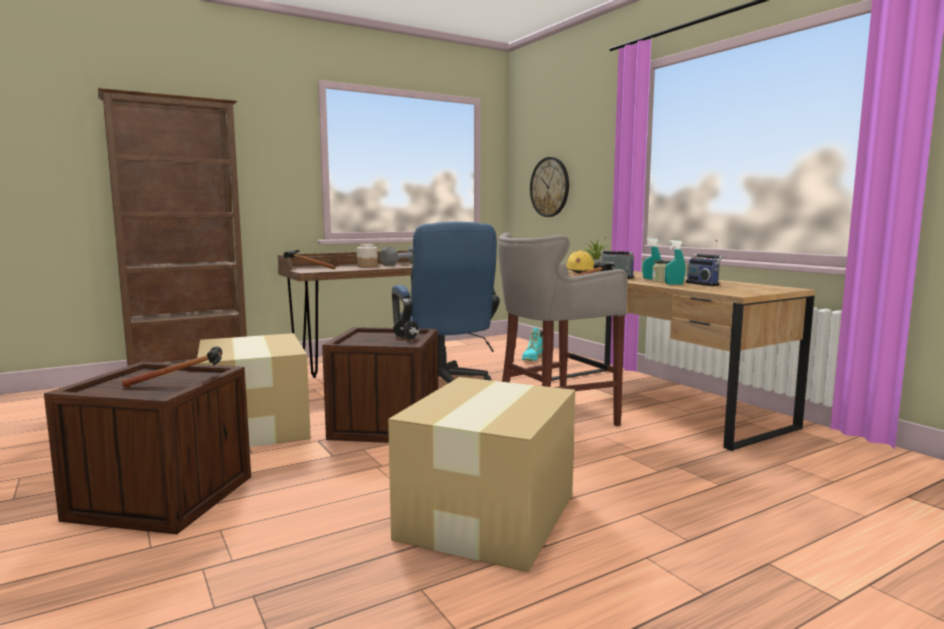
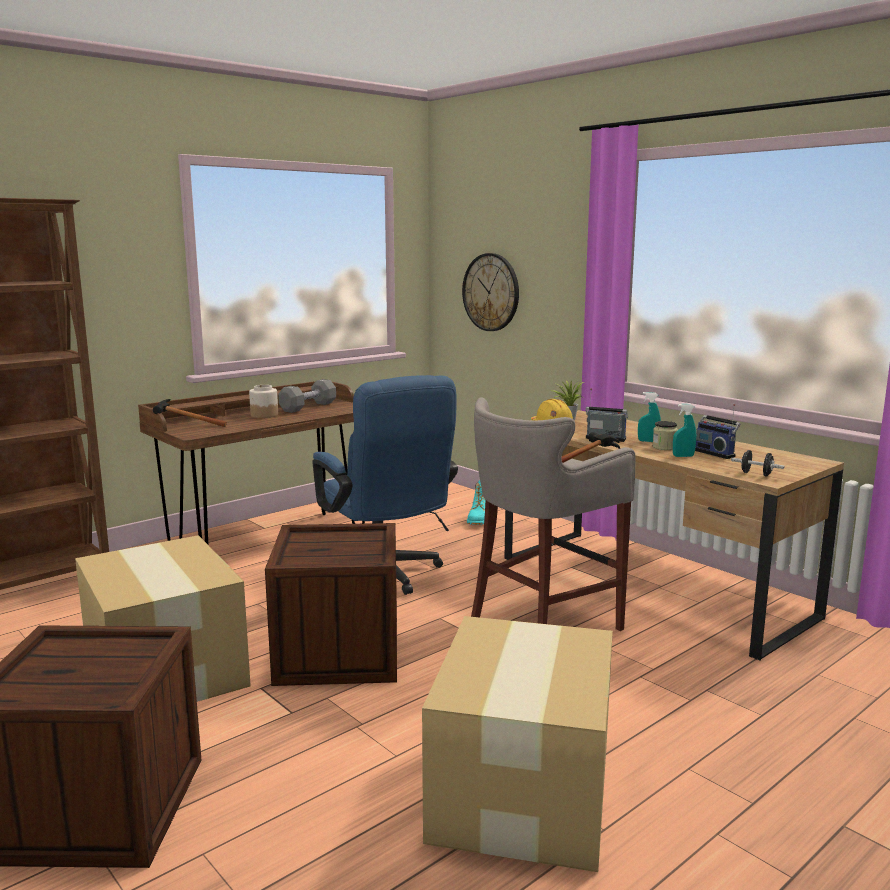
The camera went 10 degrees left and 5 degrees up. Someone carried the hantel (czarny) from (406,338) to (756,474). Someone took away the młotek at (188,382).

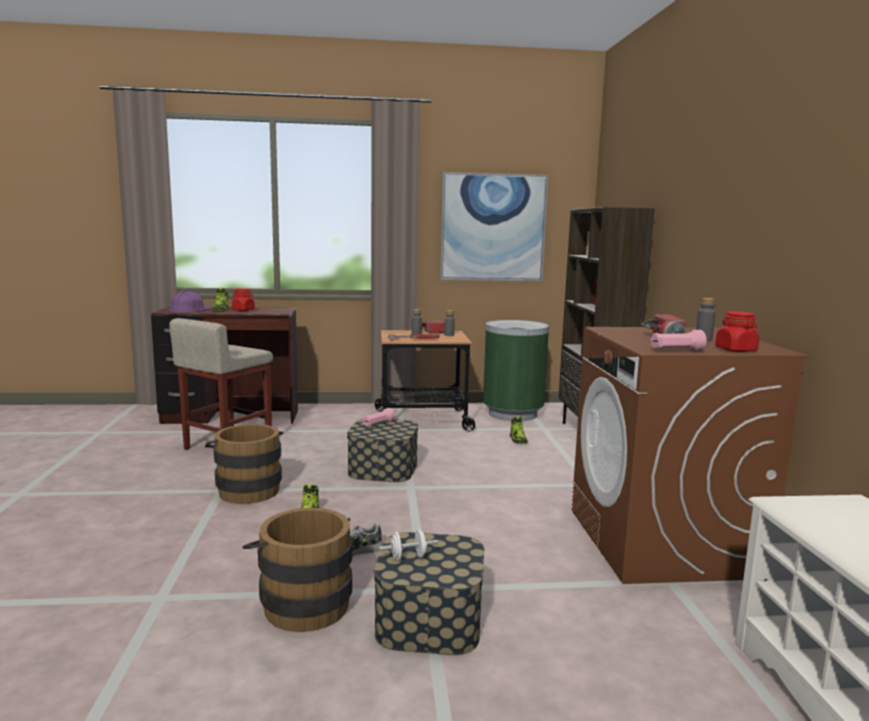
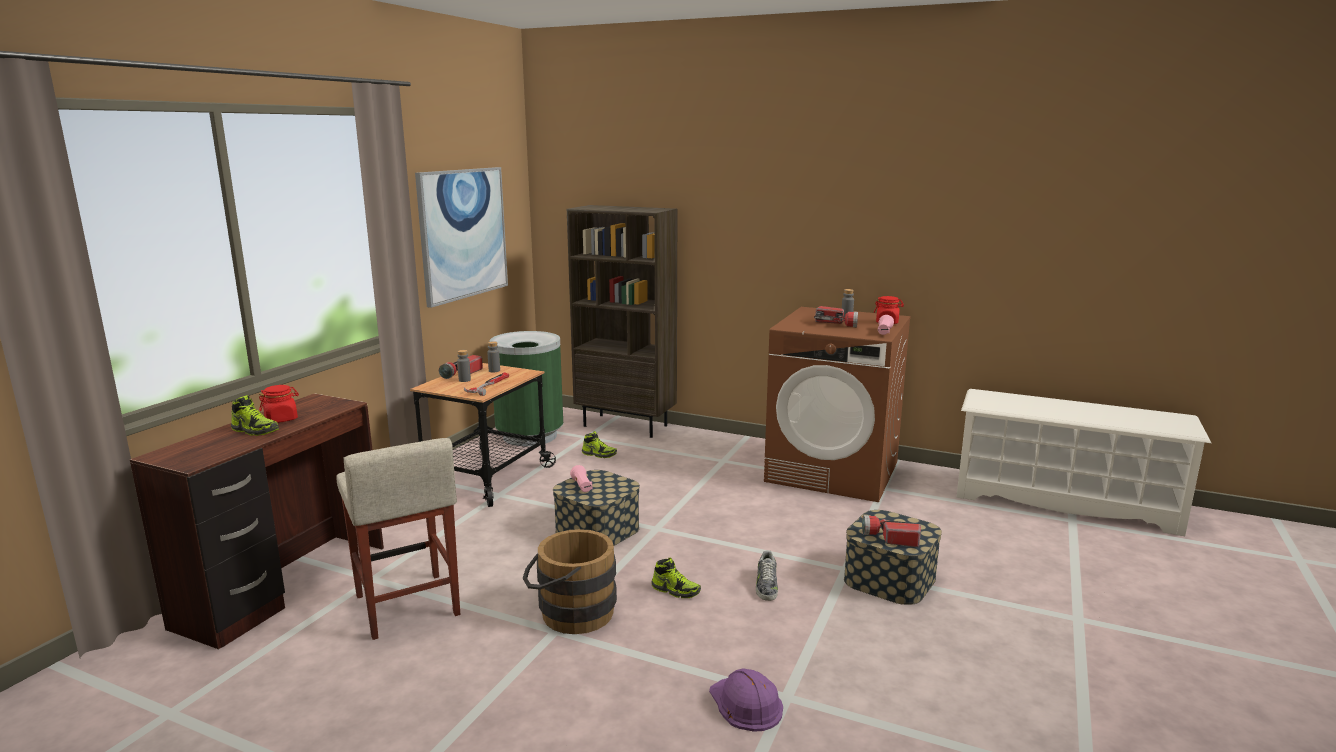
The camera went 60 degrees left and 5 degrees up. Someone carried the kask (fioletowy) from (190,310) to (745,704). Someone took away the wiadro (brązowy) at (302,602). Someone swapped the hantel (biały) at (408,557) for the latarka at (890,538).

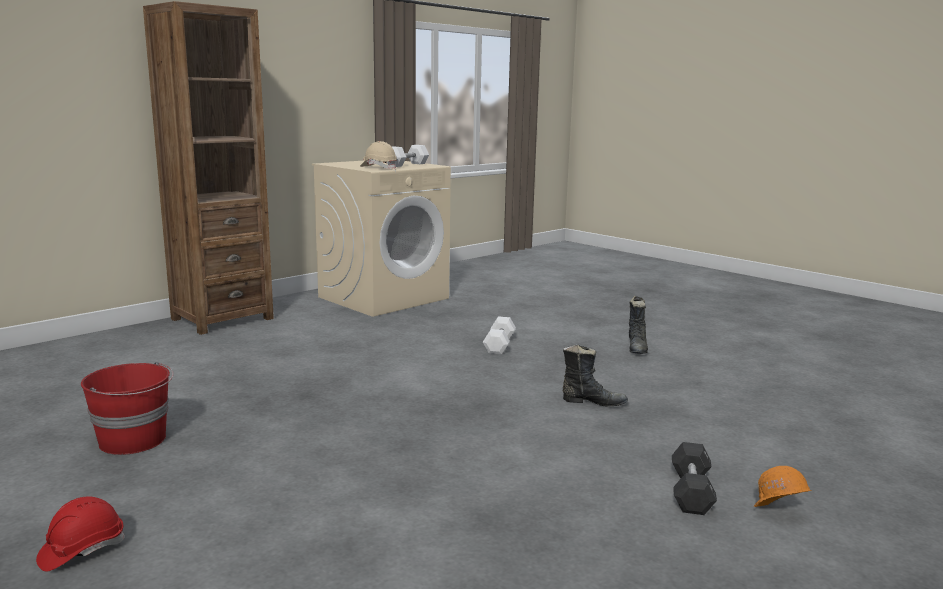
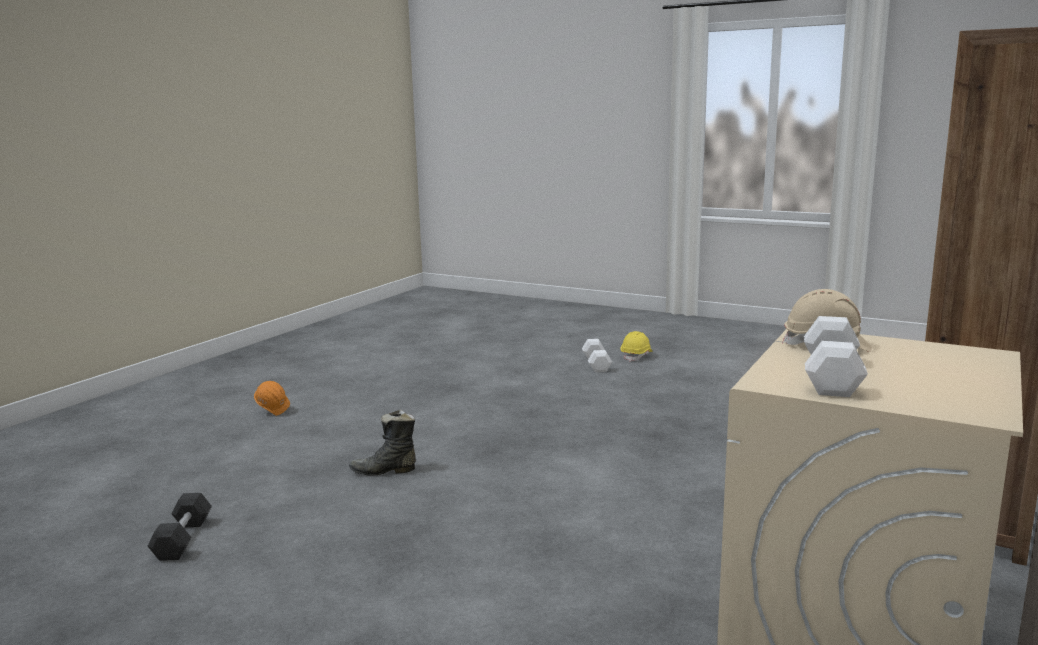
The camera went 165 degrees right and 0 degrees up. Someone took away the but z cholewką (czarny) at (637,348). Someone carried the hantel (biały) from (499,345) to (596,364). Someone took away the wiadro (czerwony) at (134,440). Someone carried the hantel (czarny) from (691,492) to (183,539). Someone repainted the kask (czerwony) at (82,550), which became the kask (żółty) at (636,356).

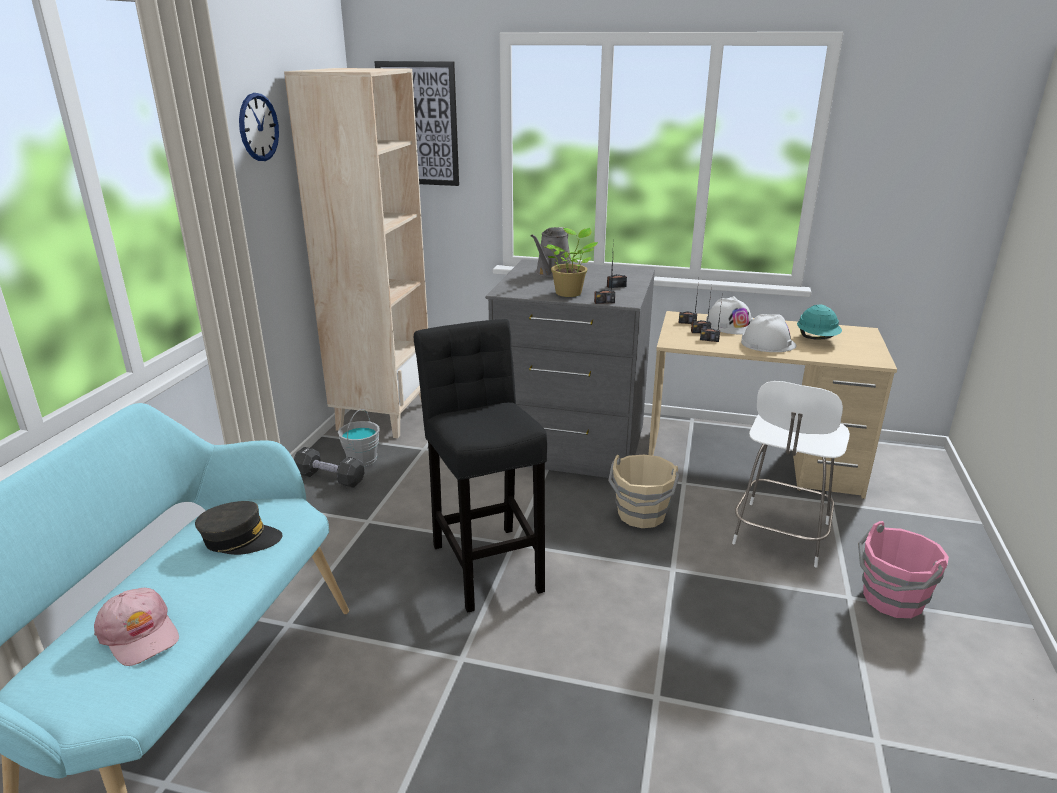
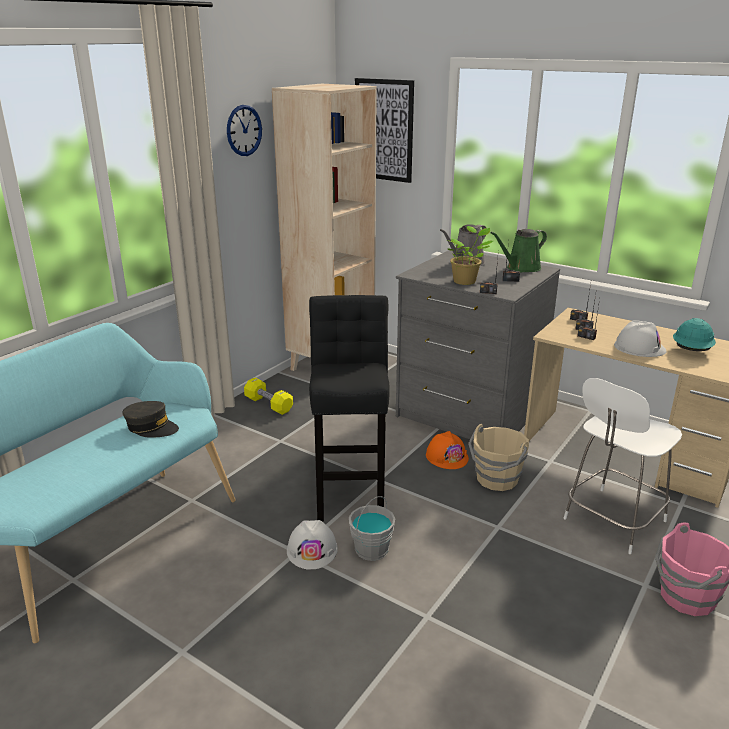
The camera went 20 degrees right and 0 degrees up. Someone carried the kask (biały) from (729,325) to (312,550). Someone carried the wiadro (szary) from (361,459) to (371,549). Someone repainted the hantel (czarny) at (330,478), which became the hantel (żółty) at (268,404). Someone took away the czapka z daszkiem (różowy) at (139,634). Someone put down the konewka (zielony) at (521,268). Someone put down the kask (pomarańczowy) at (447,456).

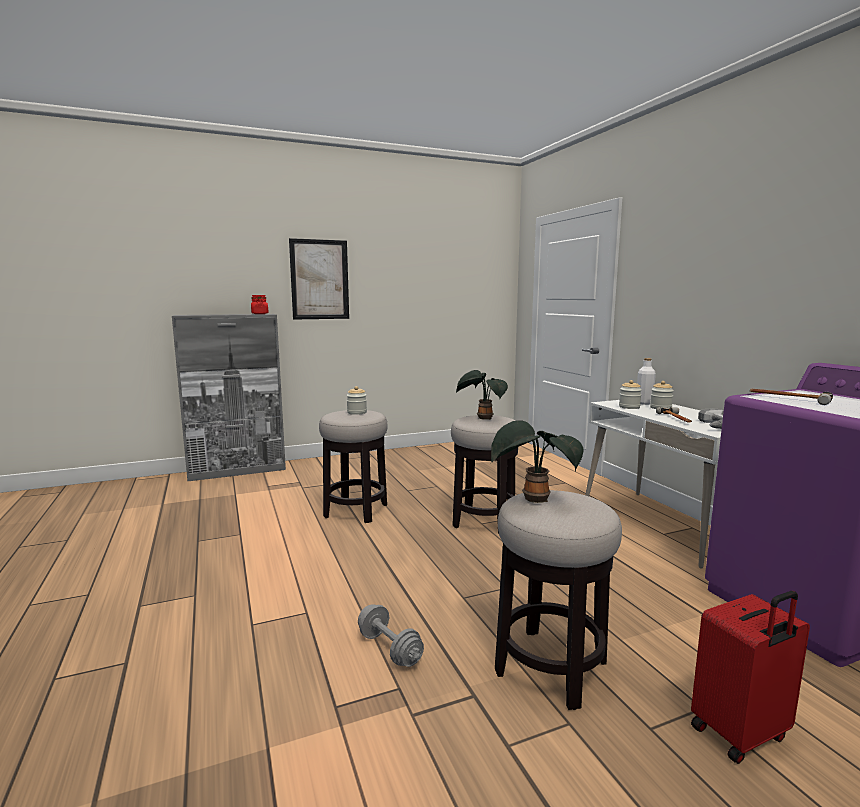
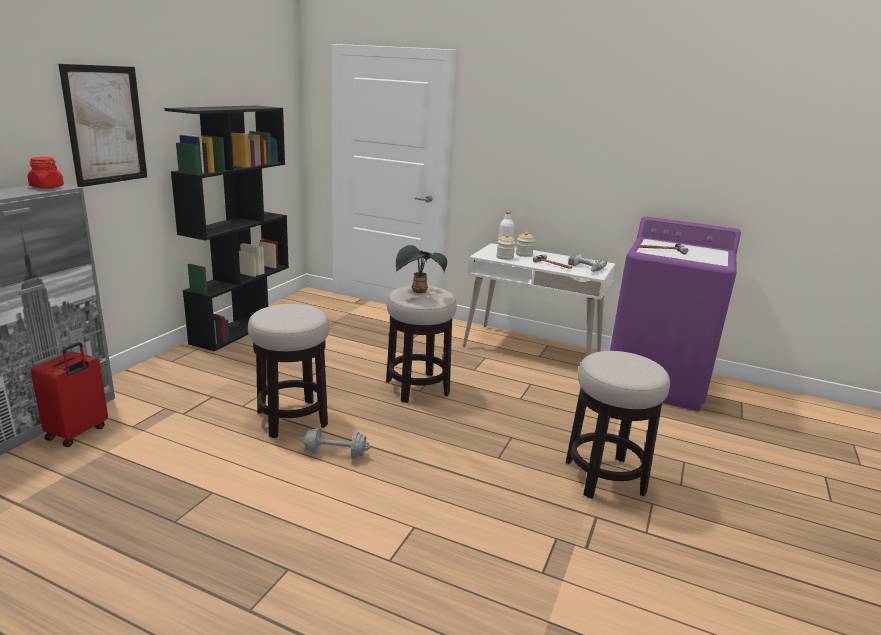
The camera went 45 degrees left and 10 degrees up. Someone took away the słoik at (357,412). Someone took away the roślina doniczkowa at (533,500). Someone carried the walizka (czerwony) from (741,734) to (78,433). Someone carried the hantel (szary) from (389,649) to (335,454). Someone put down the regał (czarny) at (242,327).

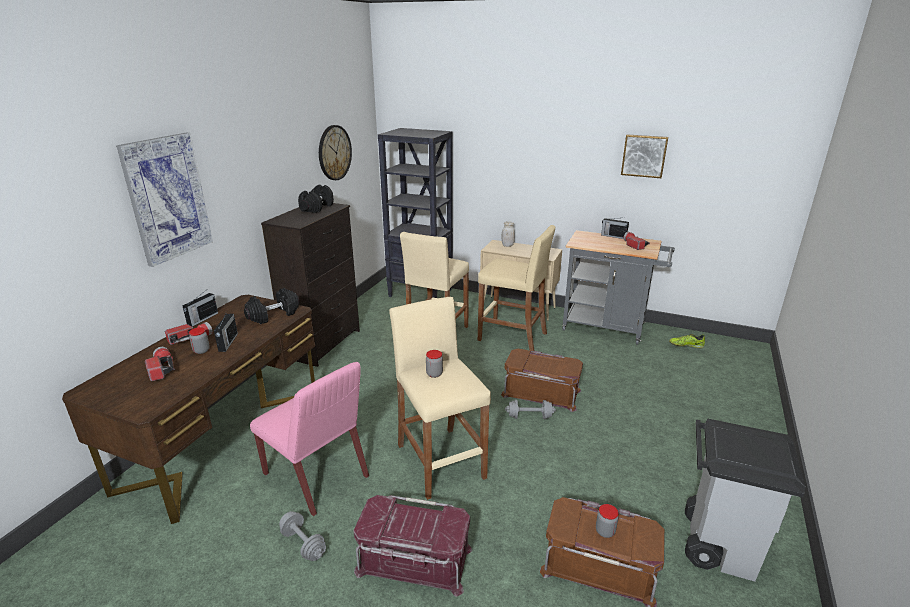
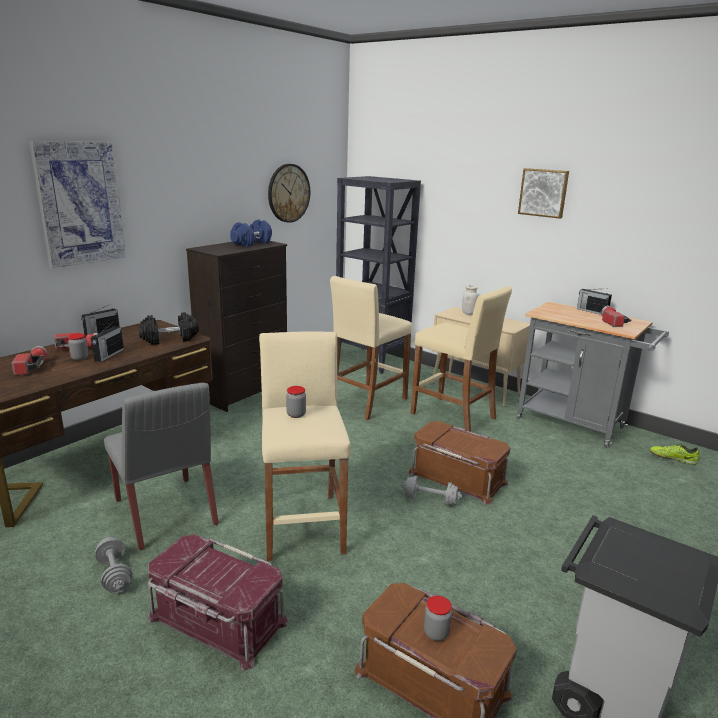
The camera went 15 degrees right and 5 degrees down. Someone carried the obraz from (644,156) to (543,193). Someone repainted the hantel (czarny) at (317,208), which became the hantel (niebieski) at (251,243). Someone repainted the krzesło (różowy) at (317,476), which became the krzesło (szary) at (166,513).

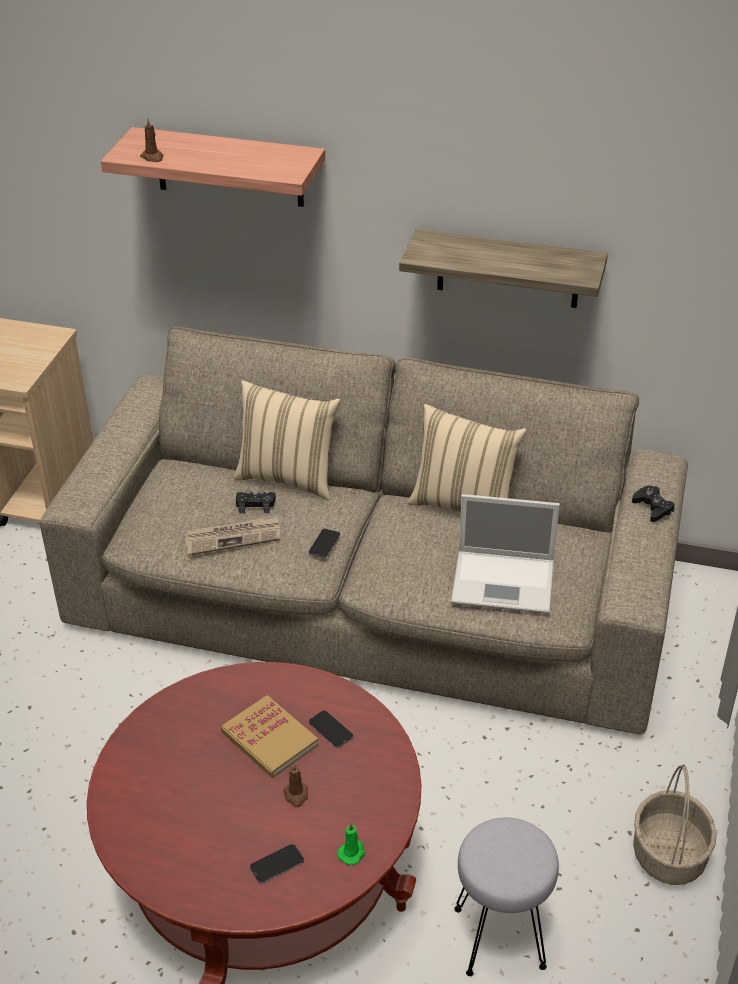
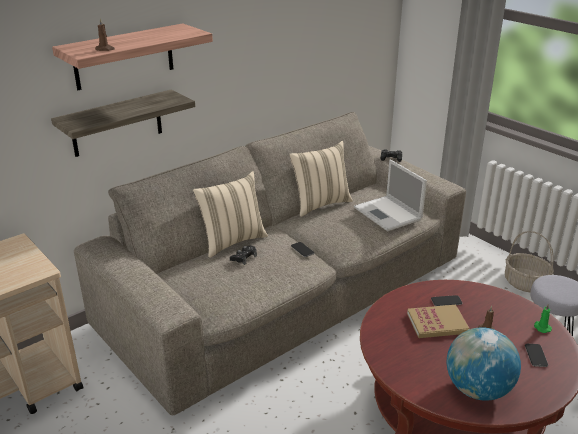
The camera went 55 degrees left and 10 degrees down. Someone carried the półka from (508,269) to (117,123). Someone rotated the laptop at (505,582) by 105 degrees clockwise. Someone took away the gazeta at (233,537). Someone put down the globus at (477,389).

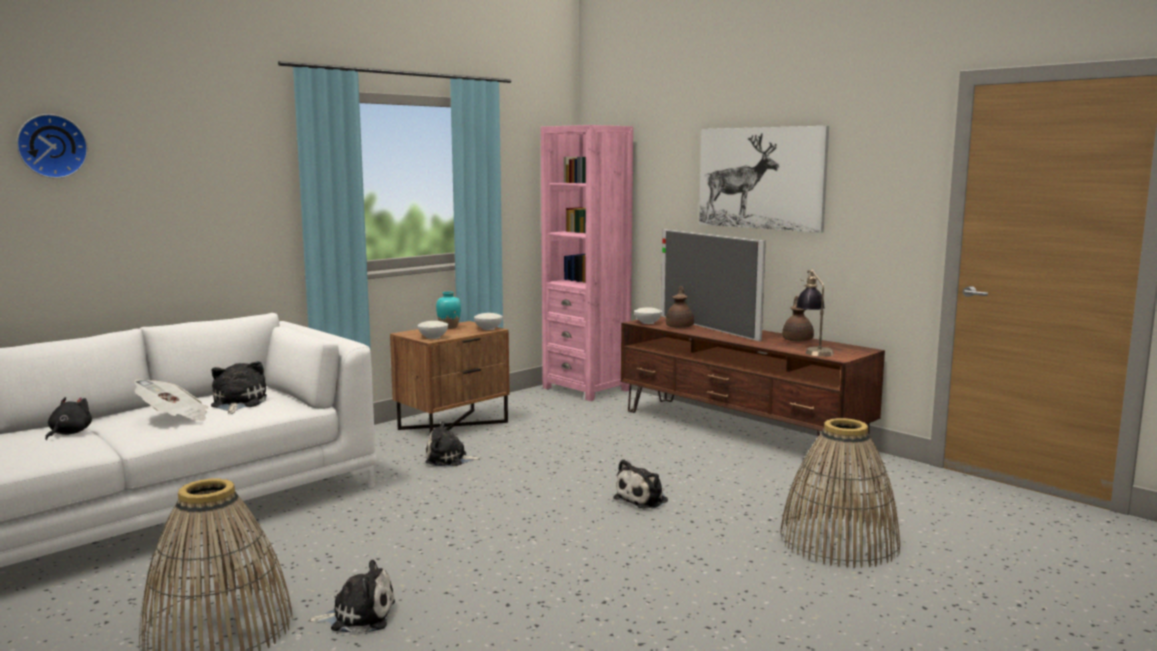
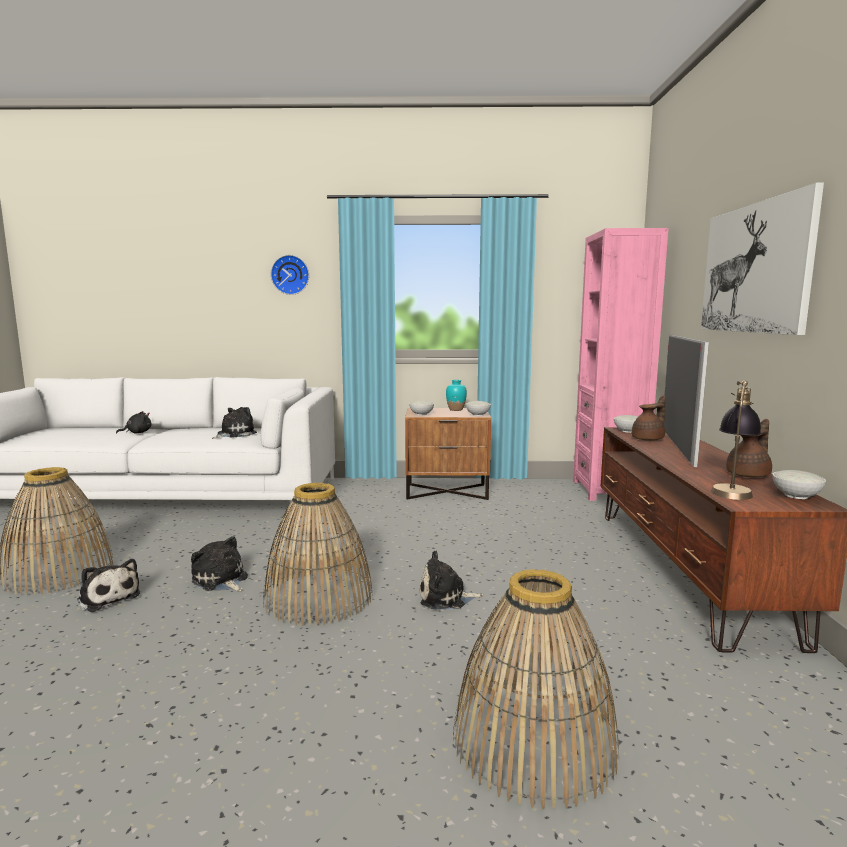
The camera went 45 degrees right and 0 degrees up. Someone carried the zegar ścienny from (51,146) to (290,275). Someone took away the gazeta at (174,418). Someone carried the pluszak from (449,460) to (221,580). Someone put down the miska (biały) at (795,495). Someone put down the koszyk at (318,597).

